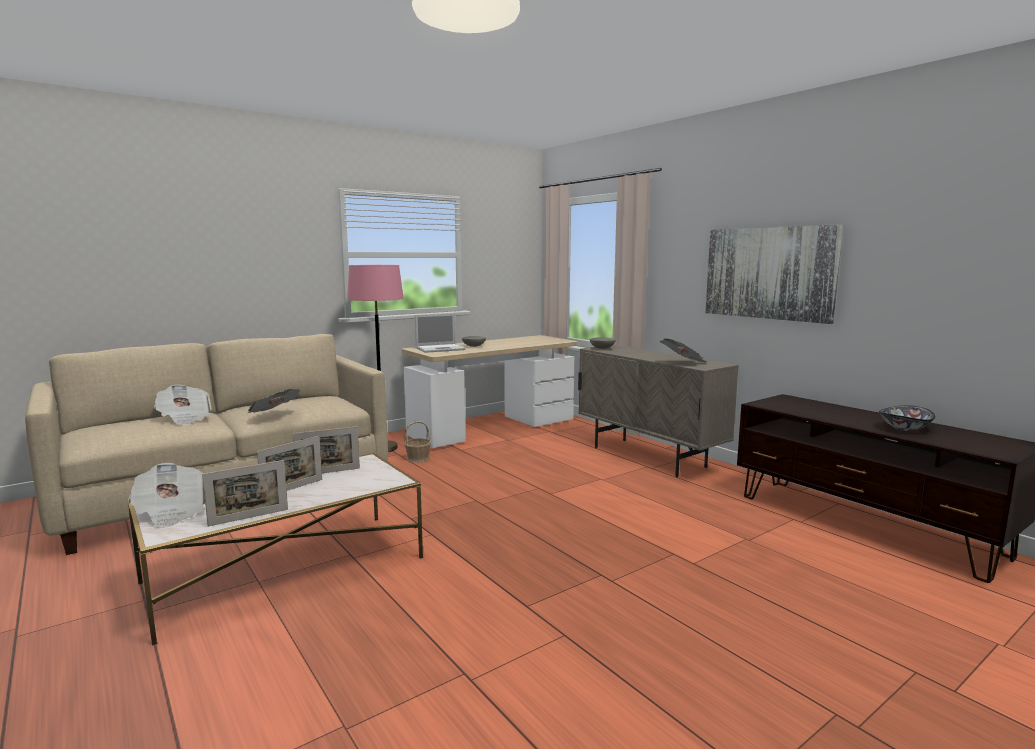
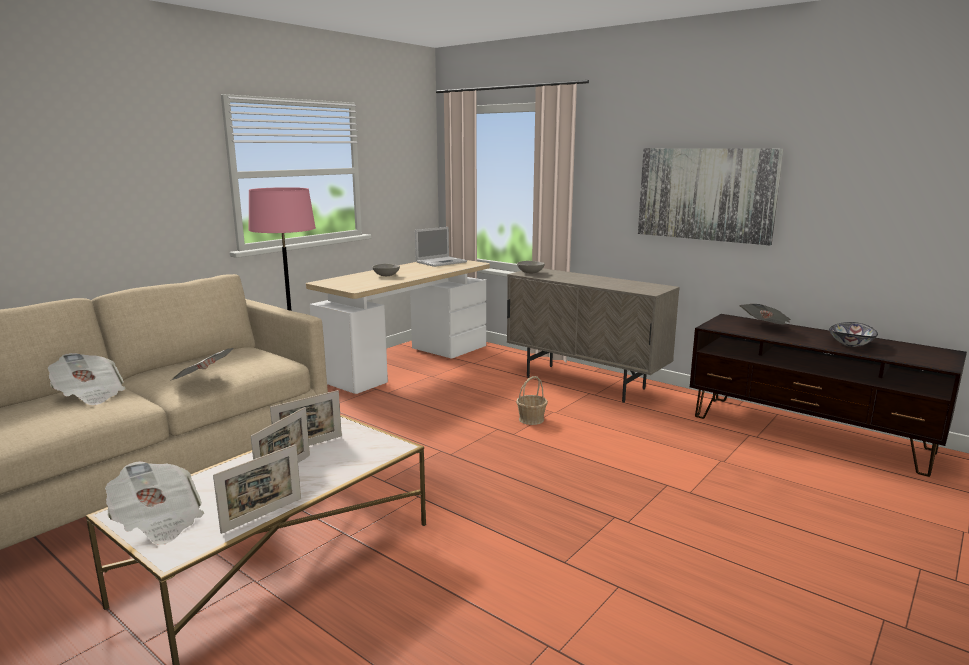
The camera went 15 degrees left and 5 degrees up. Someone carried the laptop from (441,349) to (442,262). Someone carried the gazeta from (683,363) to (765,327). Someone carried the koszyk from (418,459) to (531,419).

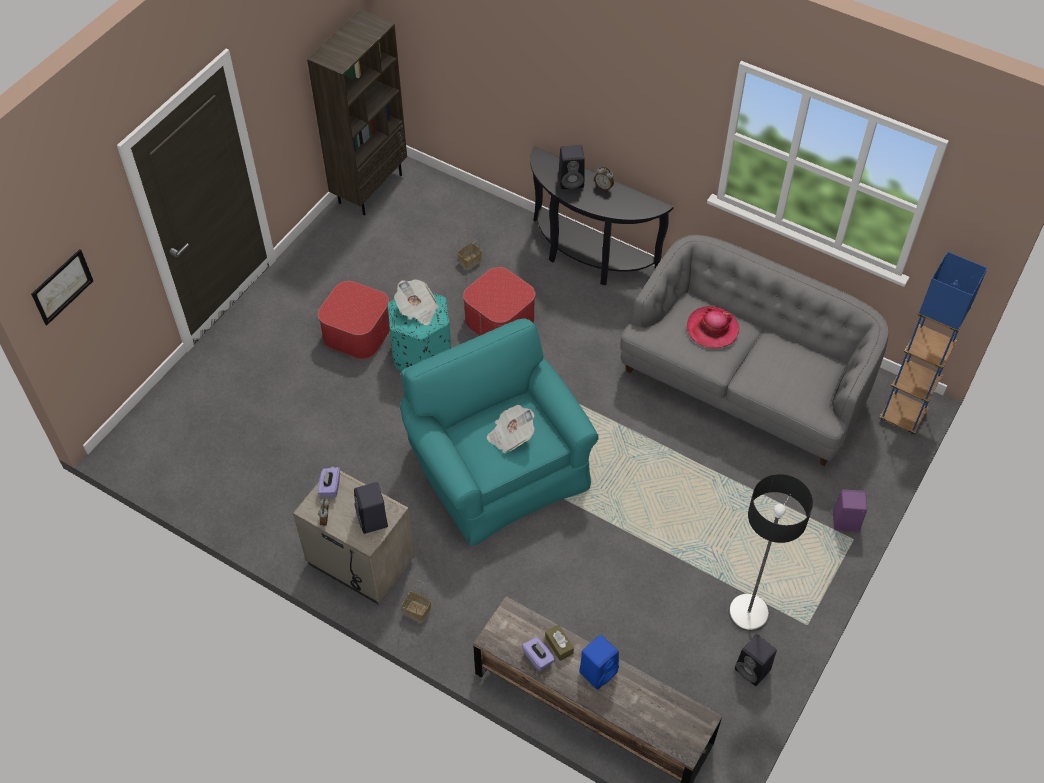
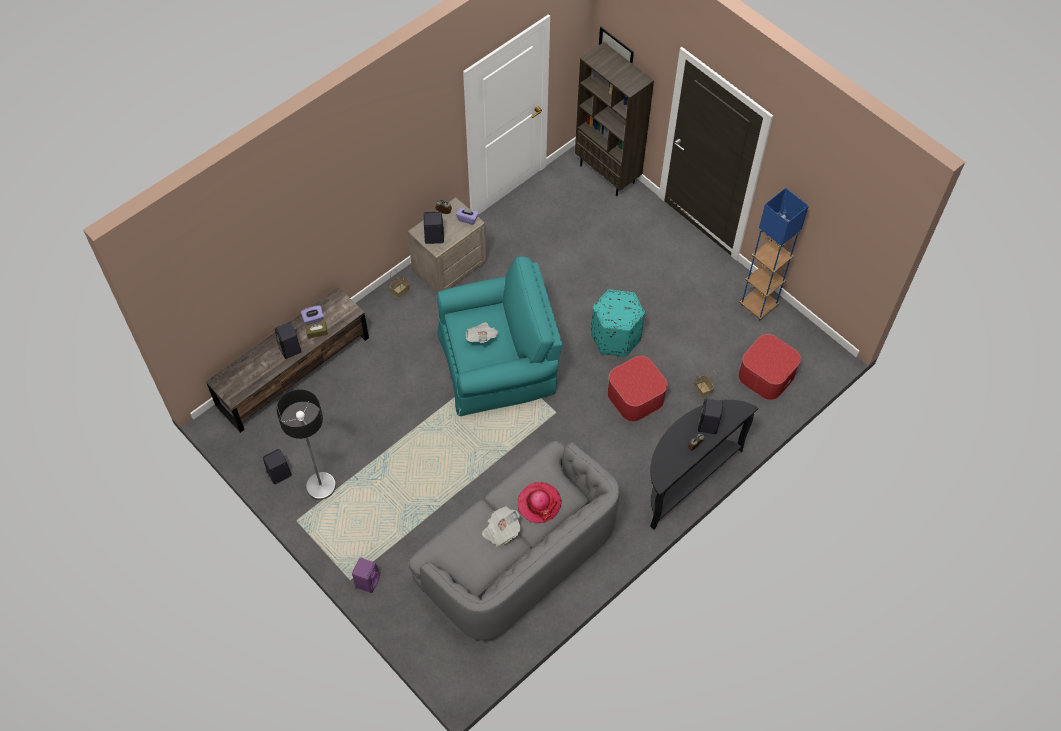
The camera went 105 degrees right and 5 degrees up. Someone carried the regał (brązowy) from (370,188) to (608,174). Someone carried the lampa stojąca (niebieski) from (902,416) to (758,305). Someone carried the gazeta from (417,309) to (501,531). Someone carried the pufa from (357,332) to (766,375). Someone repainted the głośnik (niebieski) at (599,671), which became the głośnik (czarny) at (290,349).

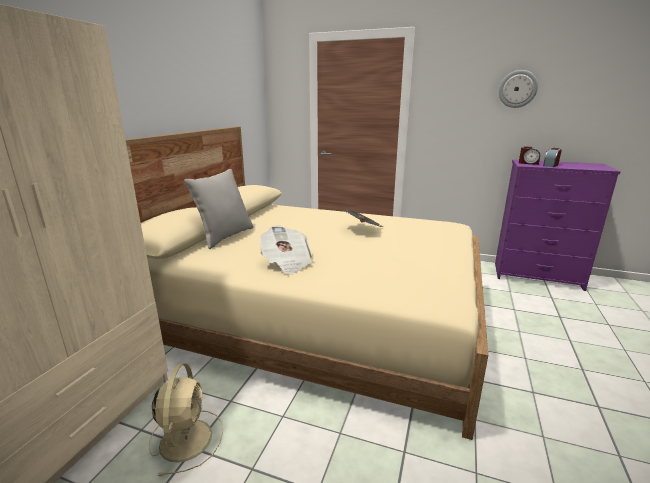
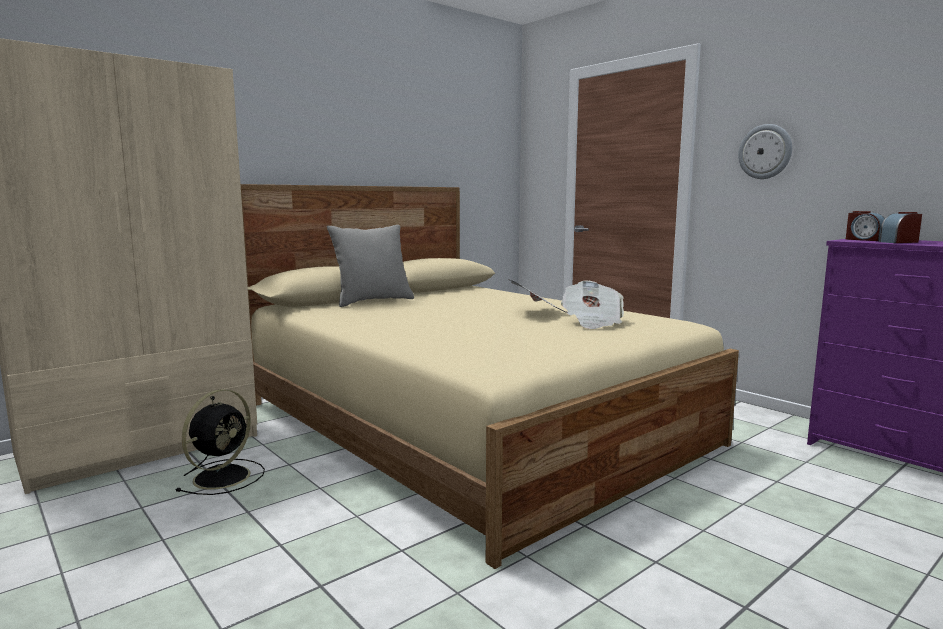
The camera went 30 degrees right and 10 degrees down. Someone carried the zegar ścienny from (517,89) to (765,151). Someone carried the gazeta from (287,263) to (592,322). Someone repainted the wentylator (beżowy) at (186,438), which became the wentylator (czarny) at (224,476).

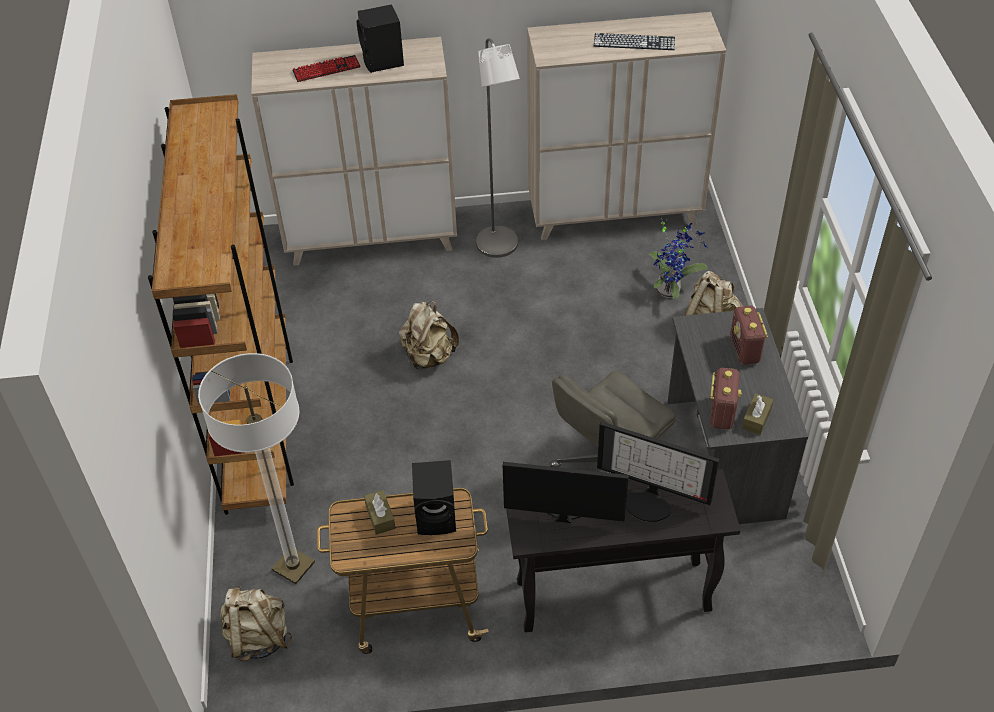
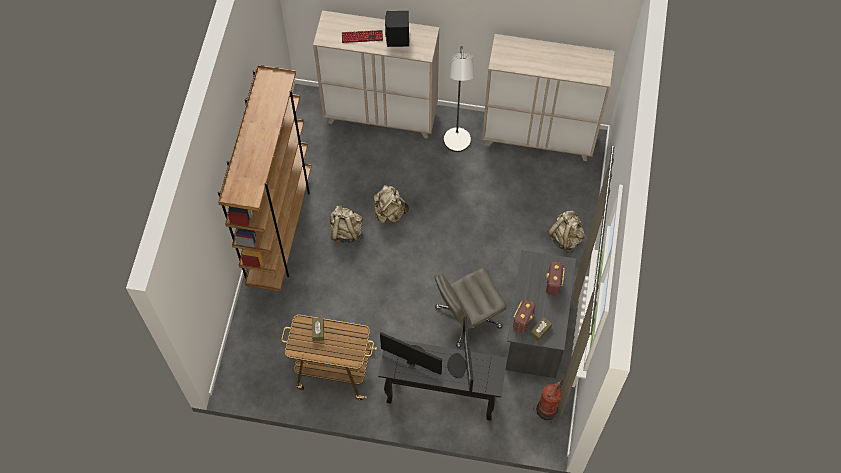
The camera went 15 degrees right and 15 degrees up. Someone took away the klawiatura at (634,42). Someone took away the roślina doniczkowa at (671,289). Someone took away the lampa stojąca at (293,566). Someone rotated the monitor at (649,502) by 45 degrees clockwise. Someone took away the głośnik (czarny) at (438,516). Someone carried the plecak (beżowy) from (258,637) to (346,231). Someone put down the gaśnica at (548,409).

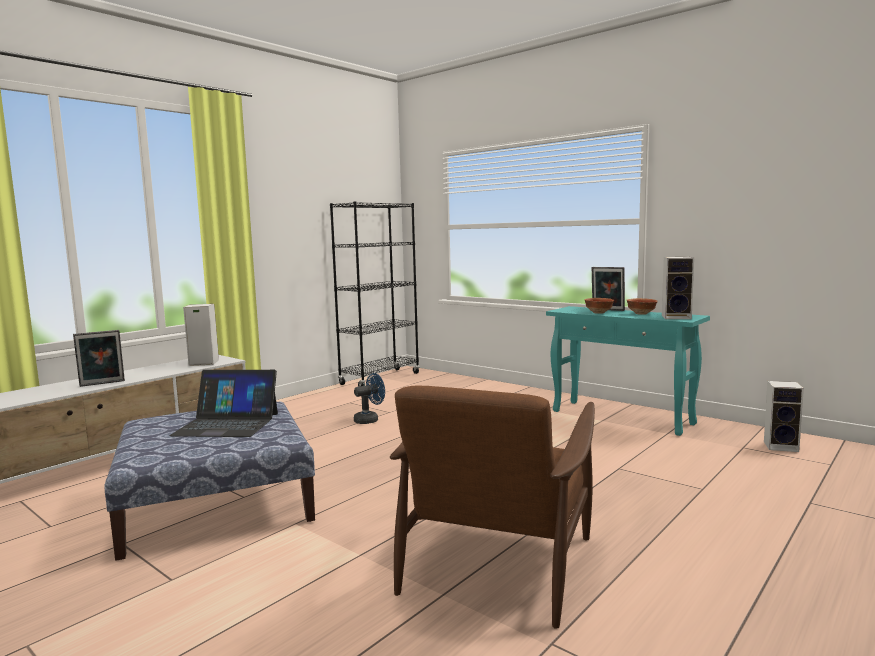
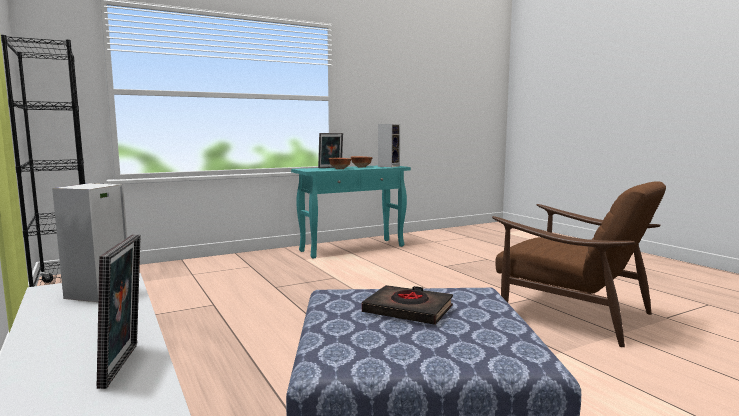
The camera went 70 degrees left and 0 degrees up. Someone swapped the laptop at (227,424) for the książka (czarny) at (408,310). Someone took away the wentylator (niebieski) at (370,420). Someone took away the głośnik at (782,446).

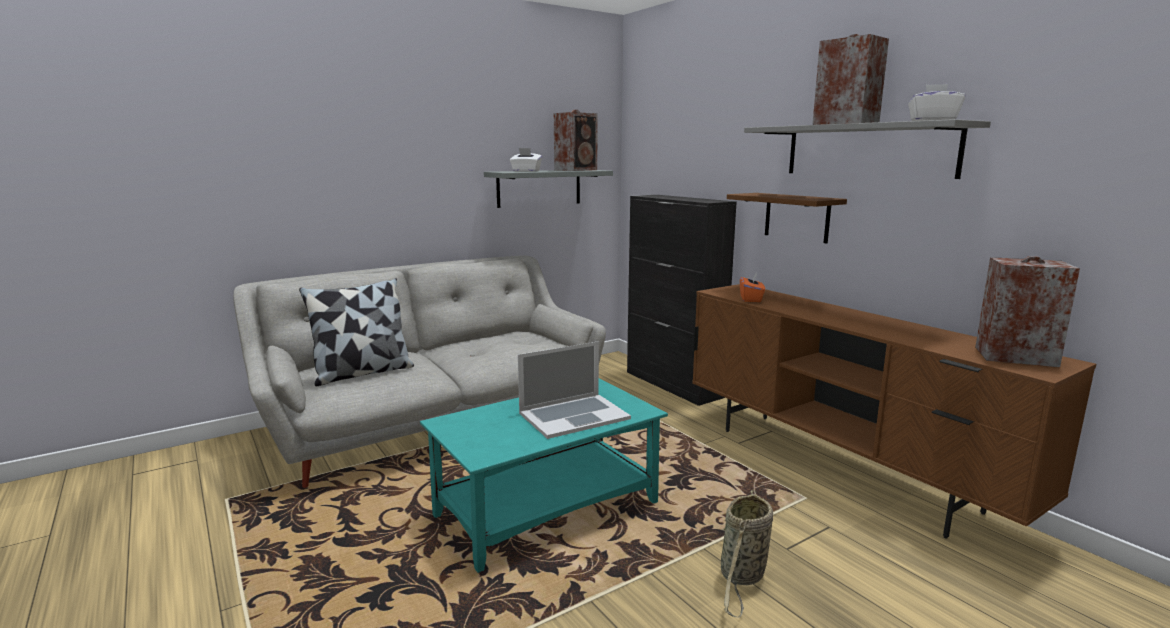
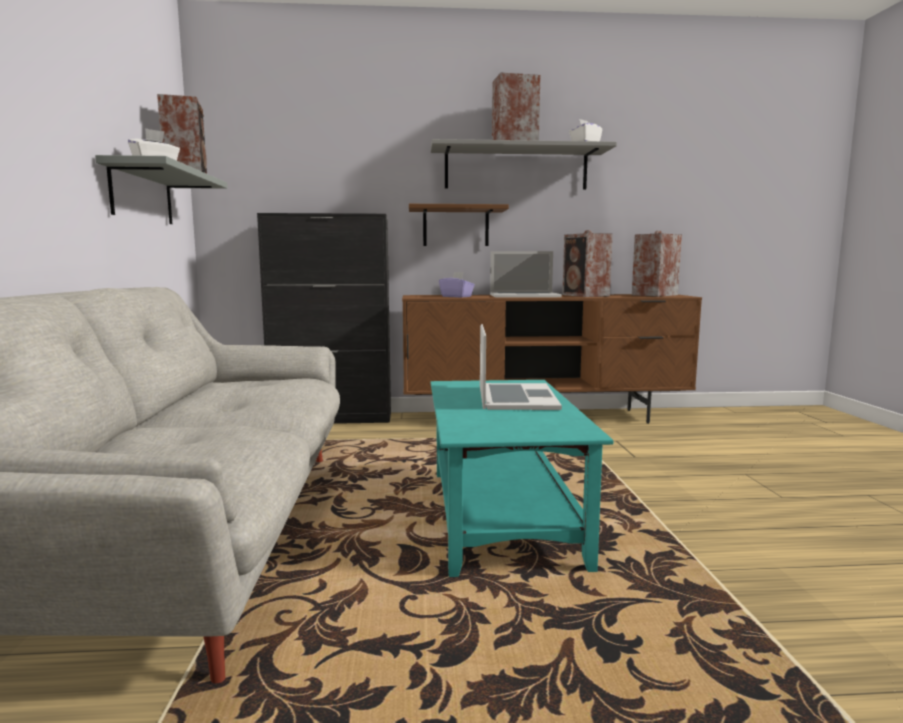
The camera went 60 degrees left and 5 degrees down. Someone repainted the pudełko chusteczek (pomarańczowy) at (751,299), which became the pudełko chusteczek (fioletowy) at (456,297). Someone took away the poduszka at (362,373). Someone took away the koszyk at (742,577). Someone put down the głośnik at (585,295). Someone put down the laptop at (524,296).

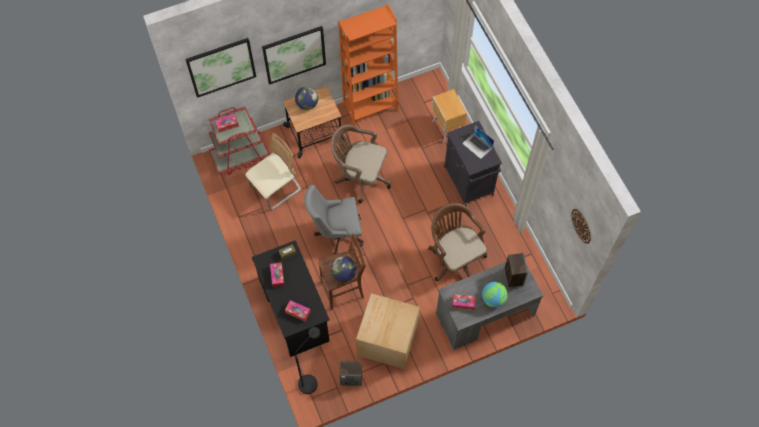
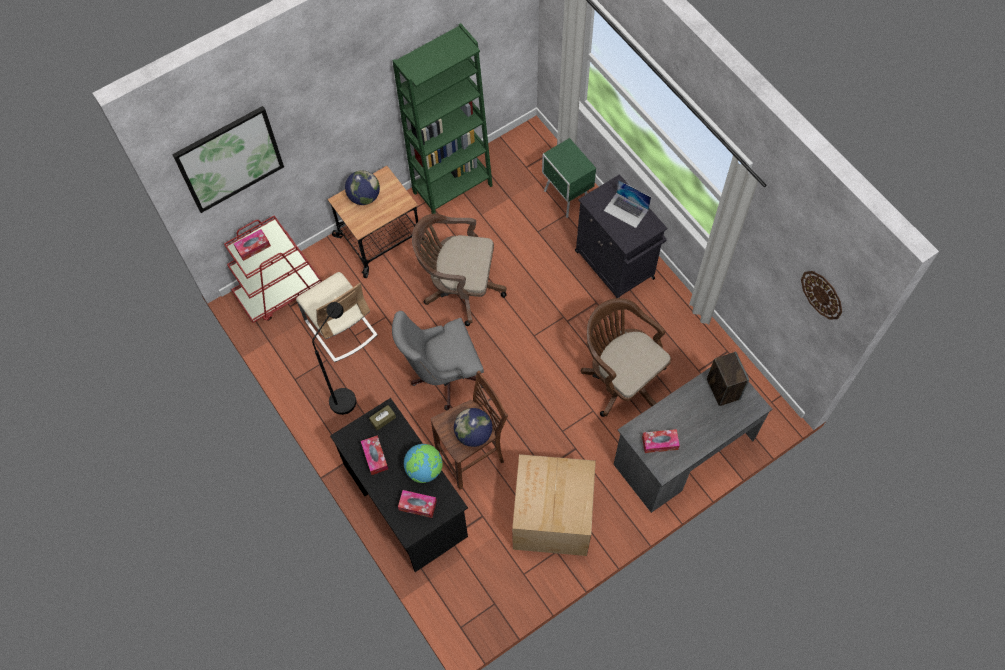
The camera went 10 degrees left and 0 degrees up. Someone repainted the regał (pomarańczowy) at (370,108), which became the regał (zielony) at (452,189). Someone took away the obraz at (294,54). Someone repainted the szafka nocna (brązowy) at (446,129), which became the szafka nocna (zielony) at (566,198). Someone rotated the krzesło (beżowy) at (275,188) by 105 degrees clockwise. Someone carried the globus from (493,299) to (424,469). Someone carried the lampa stojąca (czarny) from (311,379) to (346,395). Someone took away the głośnik at (351,378).

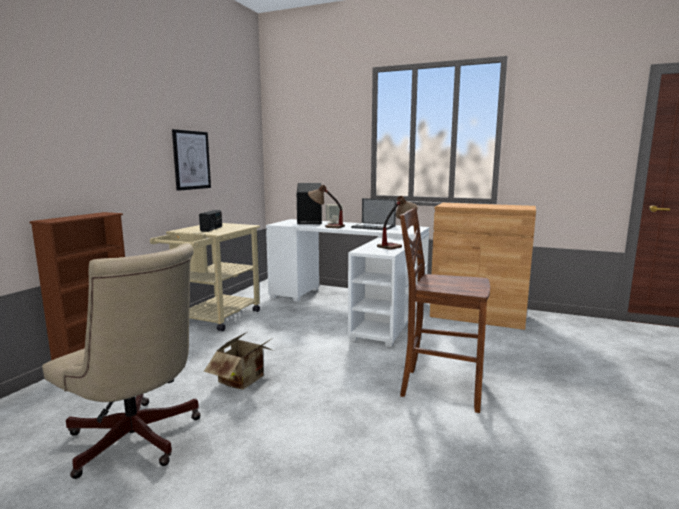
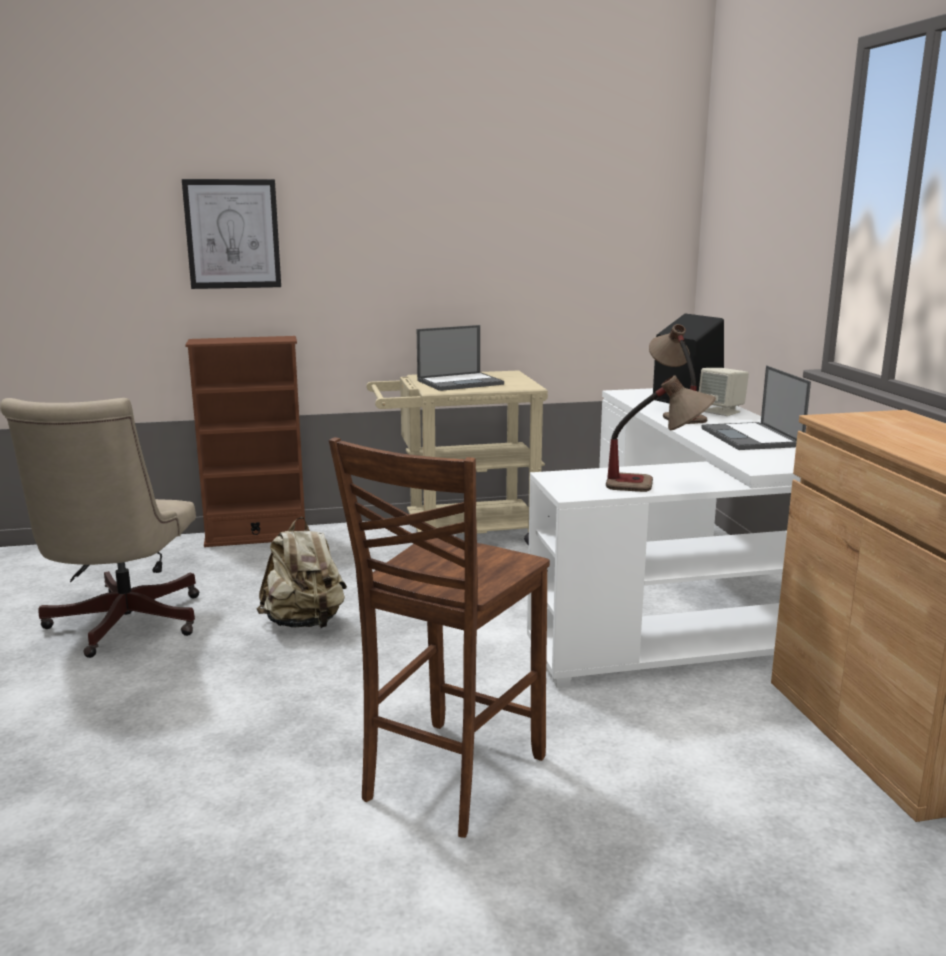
The camera went 55 degrees right and 5 degrees up. Someone carried the obraz from (191,160) to (232,234). Someone rotated the krzesło (brązowy) at (439,388) by 135 degrees counterclockwise. Someone swapped the radio at (211,229) for the laptop at (461,382). Someone swapped the karton at (245,380) for the plecak (beżowy) at (305,623).

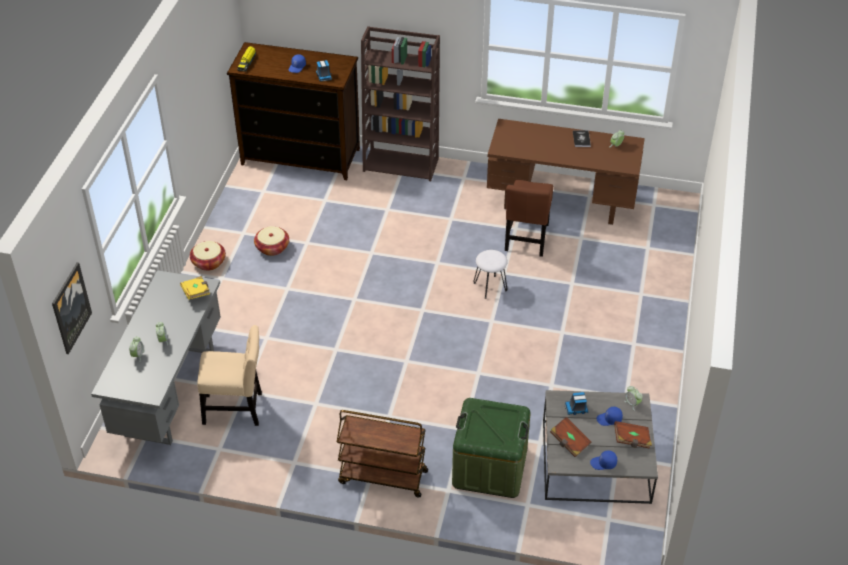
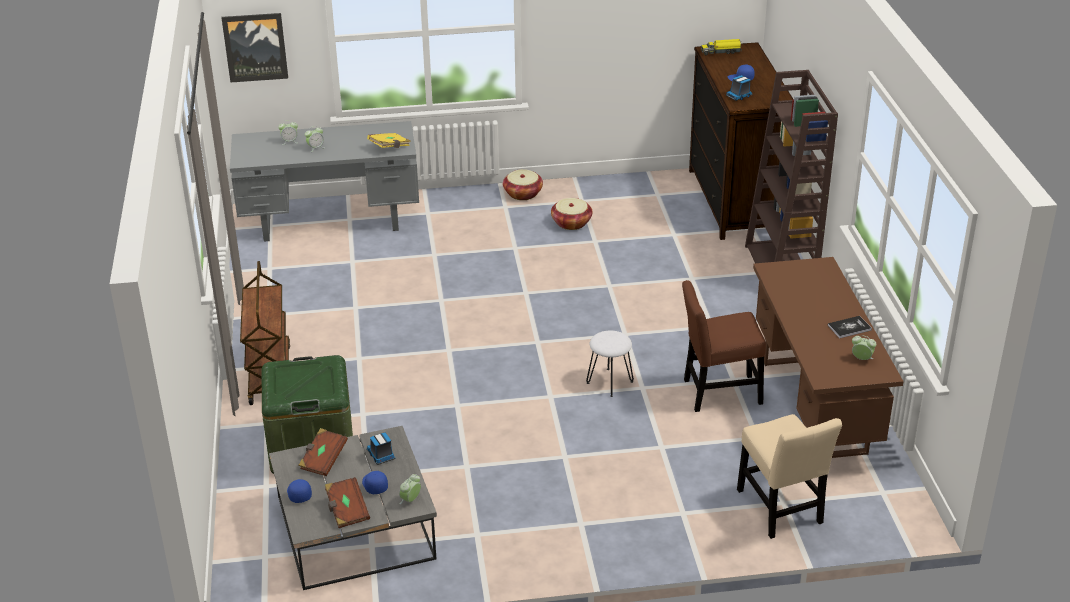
The camera went 70 degrees right and 10 degrees down. Someone carried the krzesło (beżowy) from (236,409) to (780,510).

